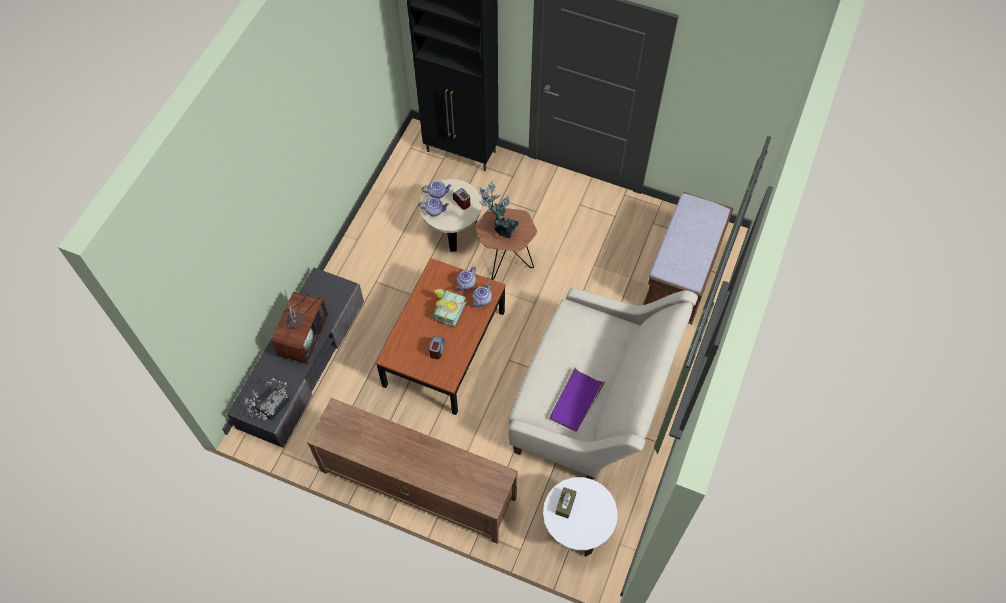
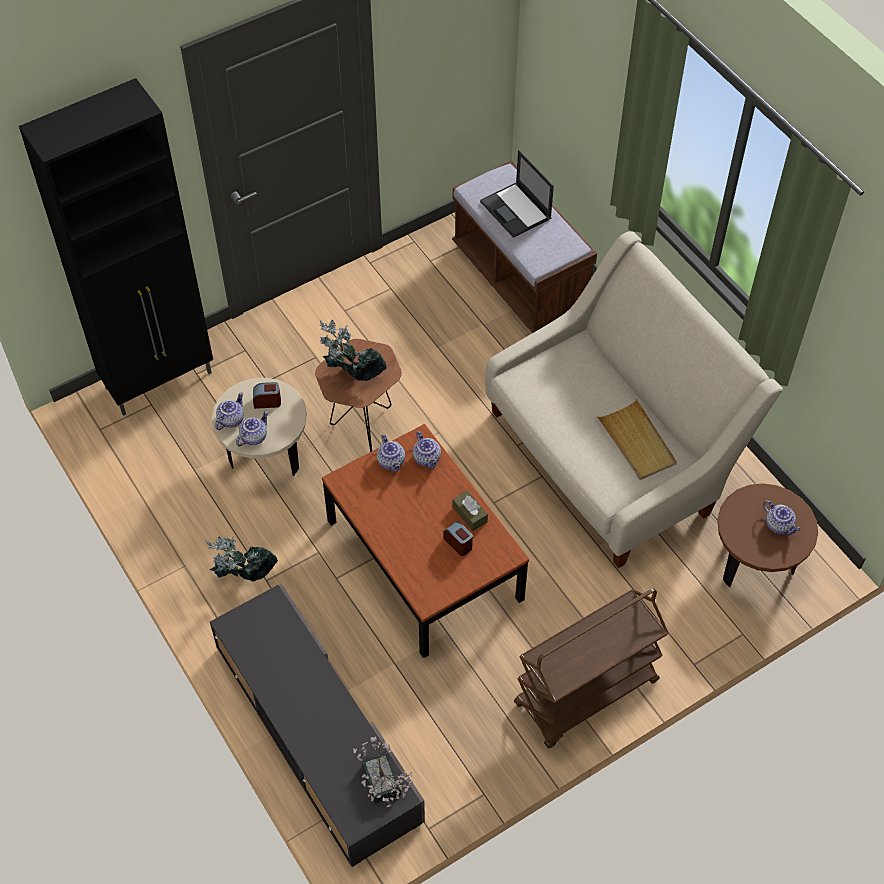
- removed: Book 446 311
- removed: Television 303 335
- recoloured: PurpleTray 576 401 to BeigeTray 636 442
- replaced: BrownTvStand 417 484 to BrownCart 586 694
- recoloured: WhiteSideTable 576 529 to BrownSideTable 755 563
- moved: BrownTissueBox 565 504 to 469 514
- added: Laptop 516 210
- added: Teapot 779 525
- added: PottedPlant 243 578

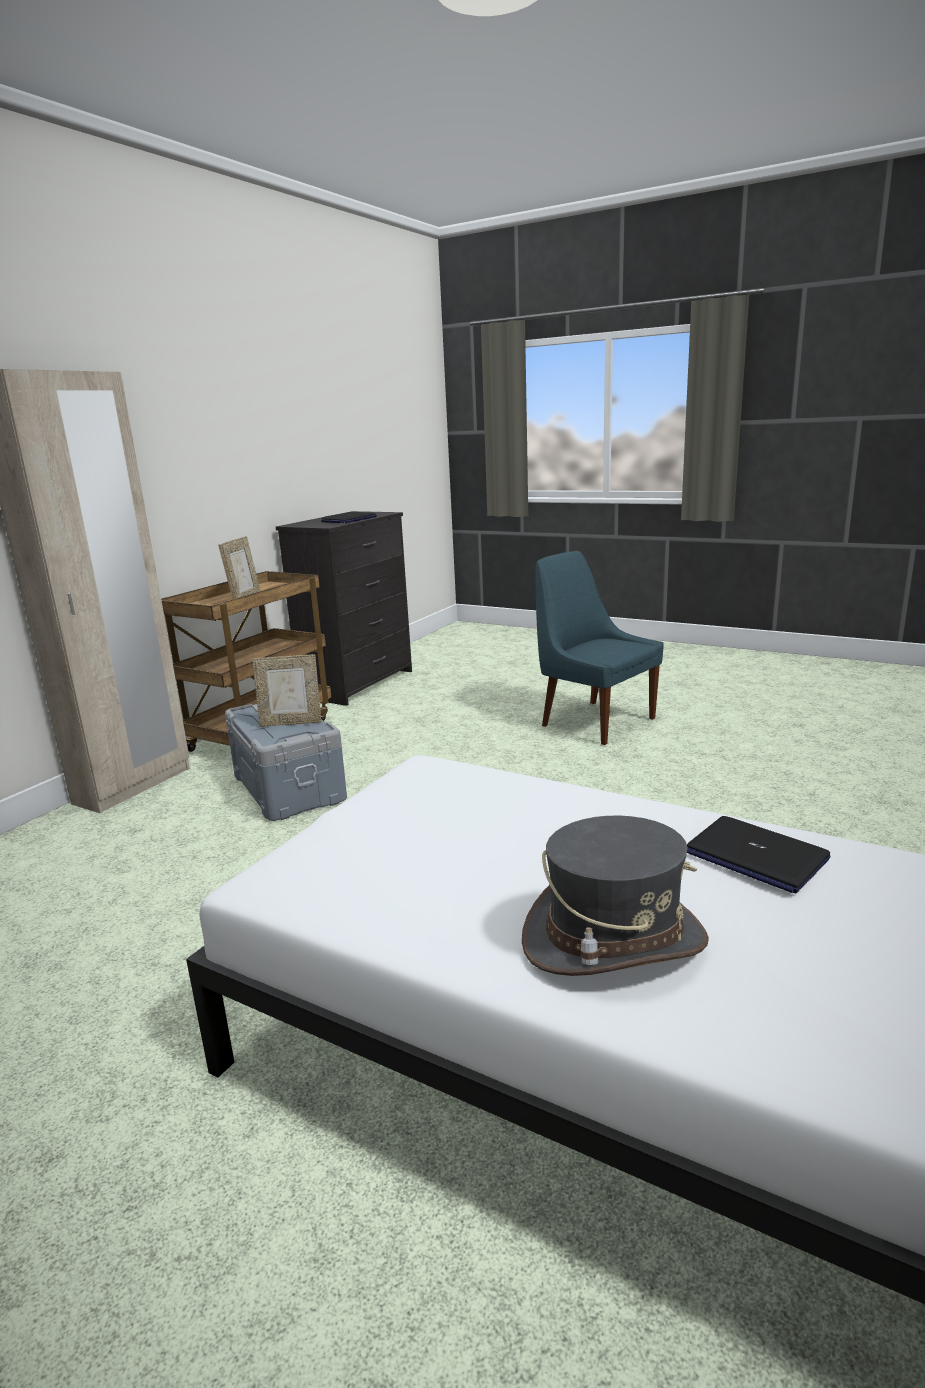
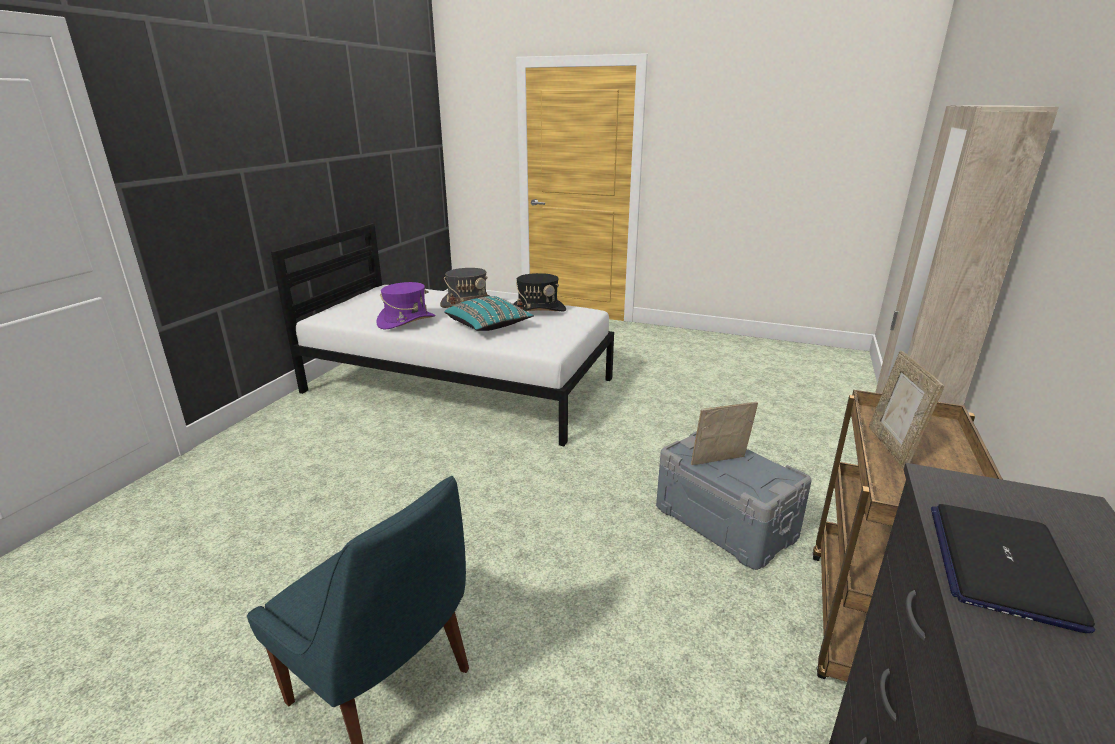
- replaced: Laptop 755 856 to PurpleHat 406 321
- added: BlackHat 538 310
- added: TurquoisePillow 488 327

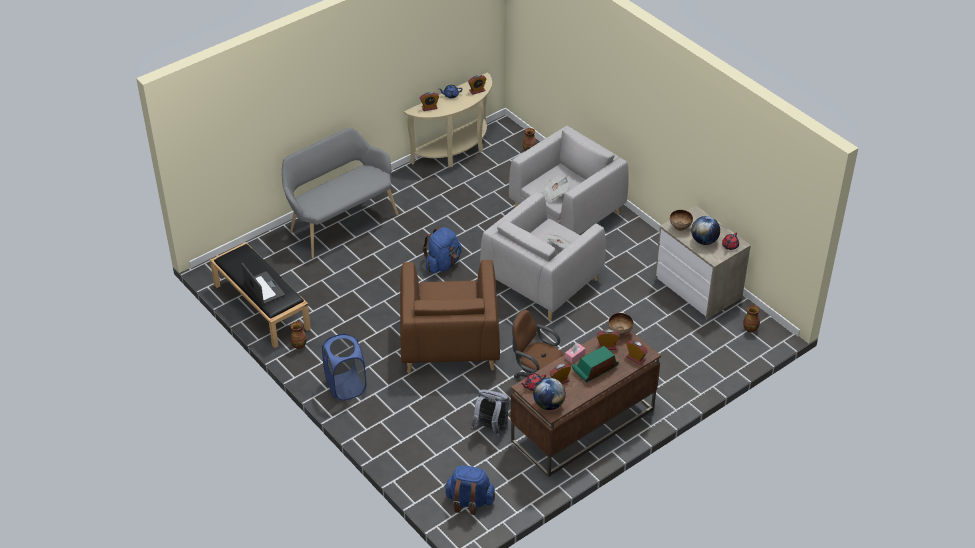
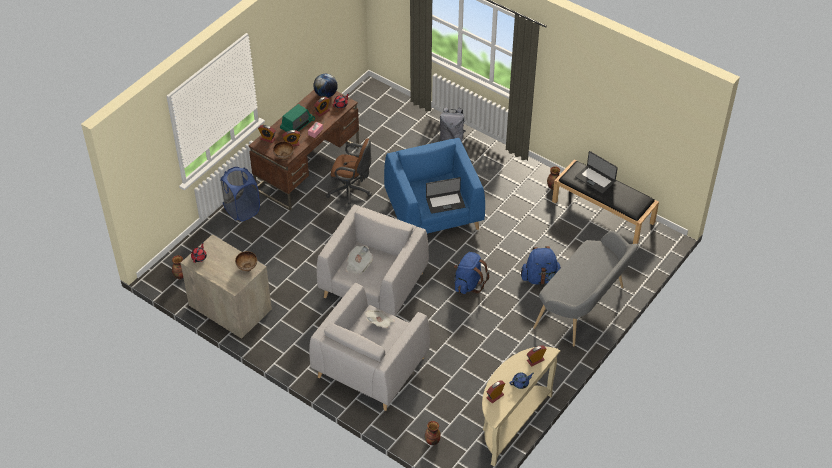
- removed: Globe 704 241
- recoloured: BrownArmchair 449 342 to BlueArmchair 433 213
- moved: BlueLaundryBasket 346 386 to 241 210
- moved: GreyBackpack 491 429 to 451 138
- moved: BlueBackpack 469 501 to 540 278
- added: Laptop 445 202

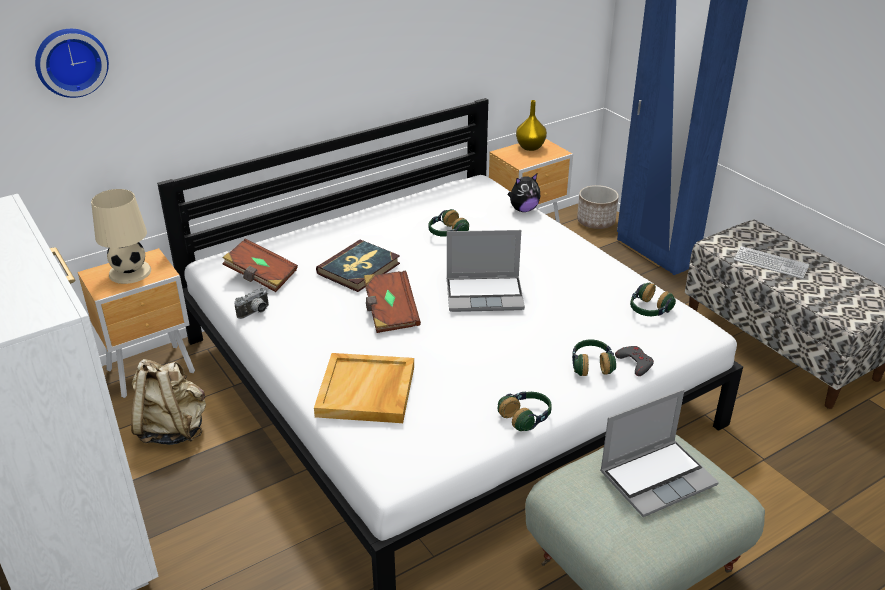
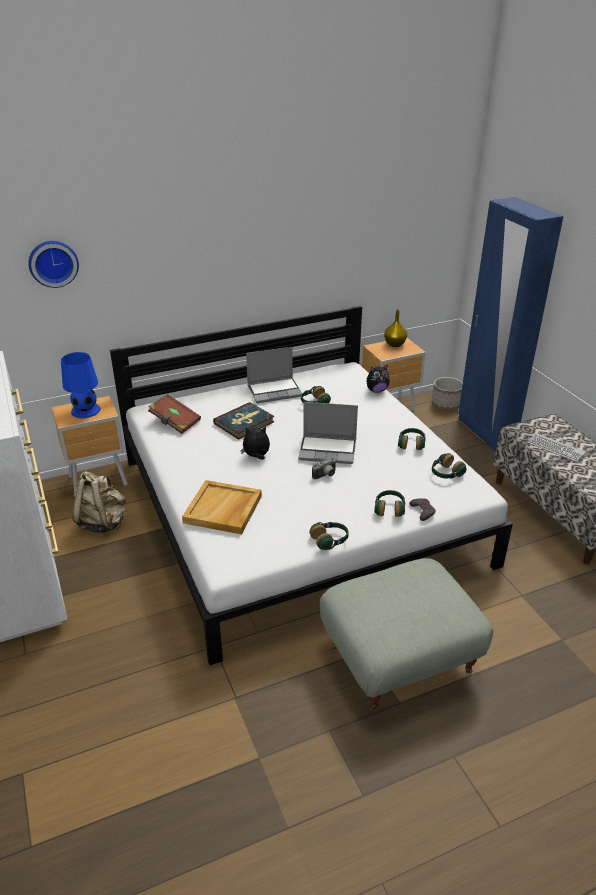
- recoloured: BeigeTableLamp 129 272 to BlueTableLamp 85 410
- replaced: BrownBook 390 313 to PlushToy 256 456
- moved: PhotoCamera 255 313 to 325 476
- moved: Laptop 657 477 to 275 391
- added: Headphones 411 444

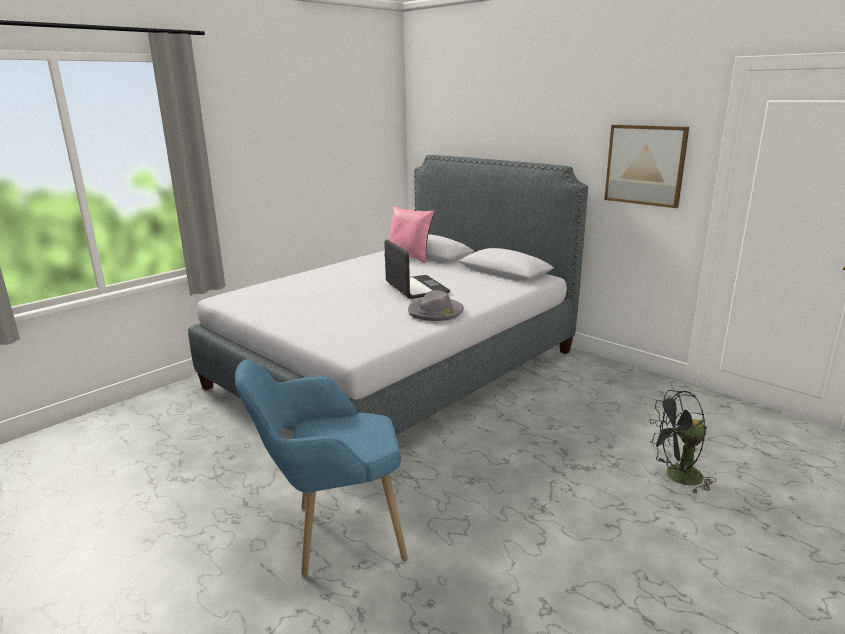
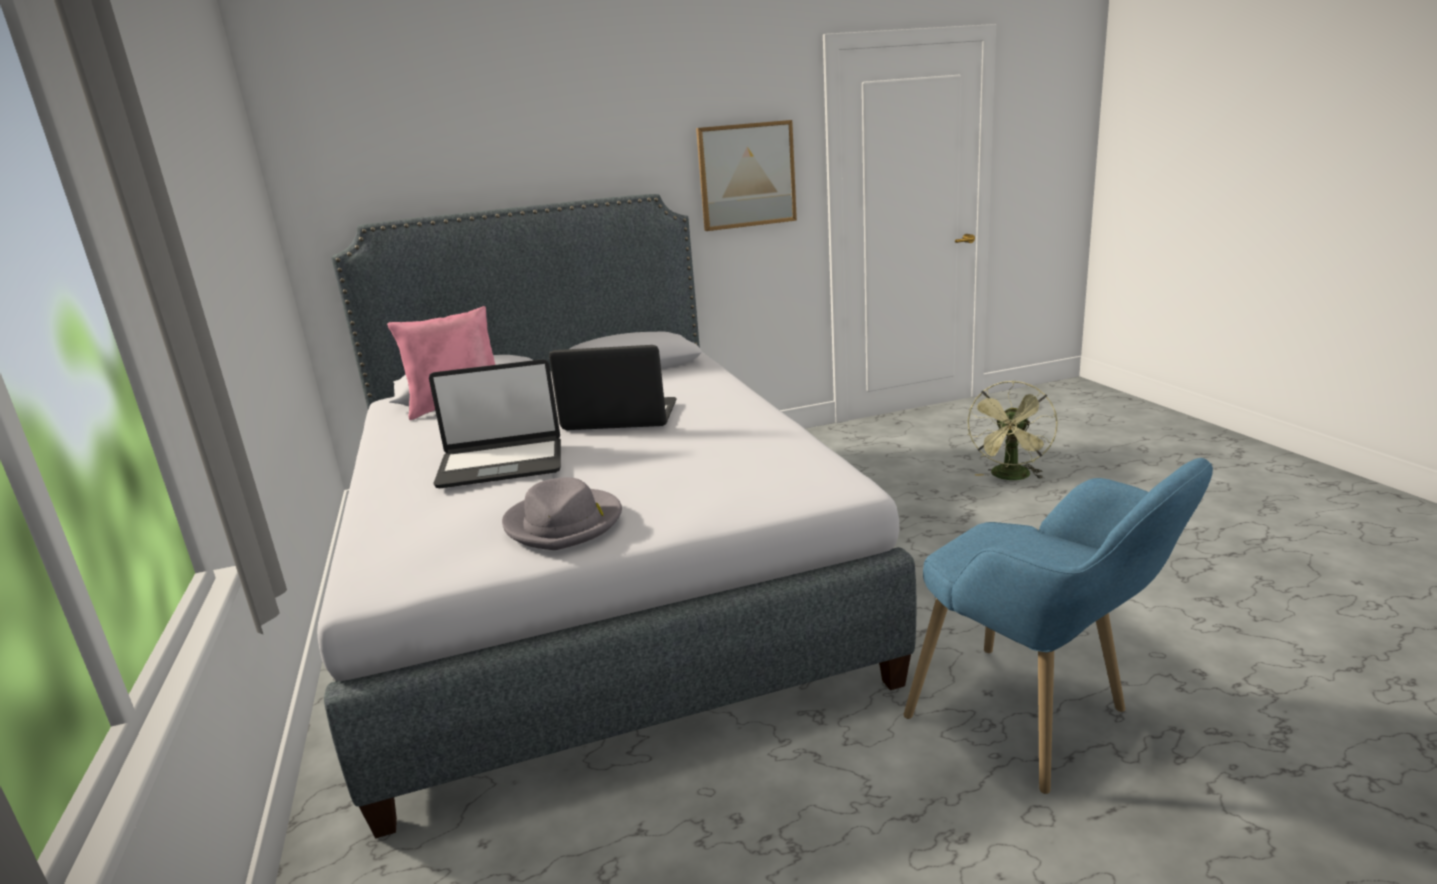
- moved: GreyHat 435 312 to 564 523
- turned: BlueArmchair 333 535 = 1040 727 60 degrees counterclockwise
- recoloured: BlackFan 677 477 to GreenFan 1011 477
- added: Laptop 501 464

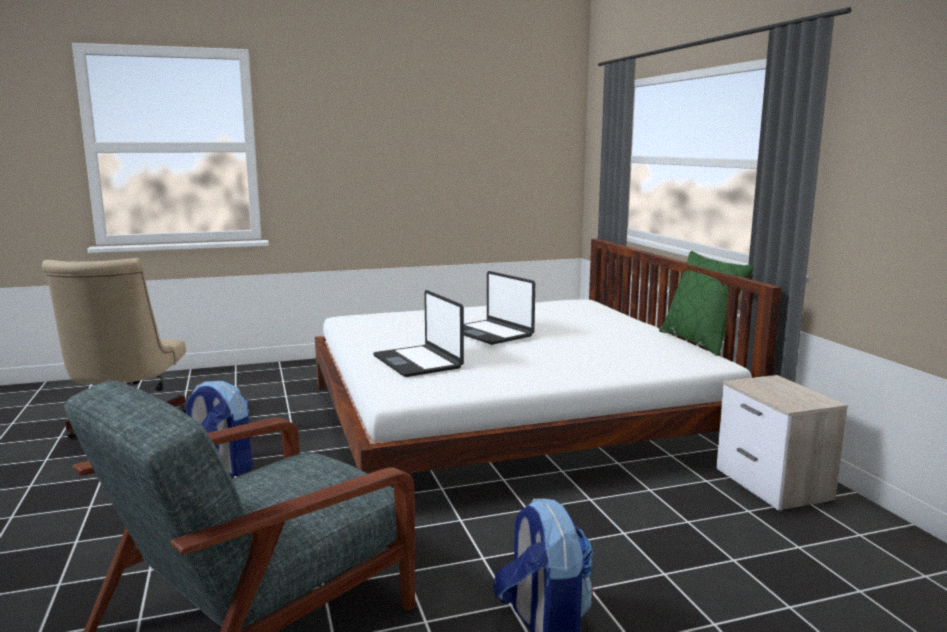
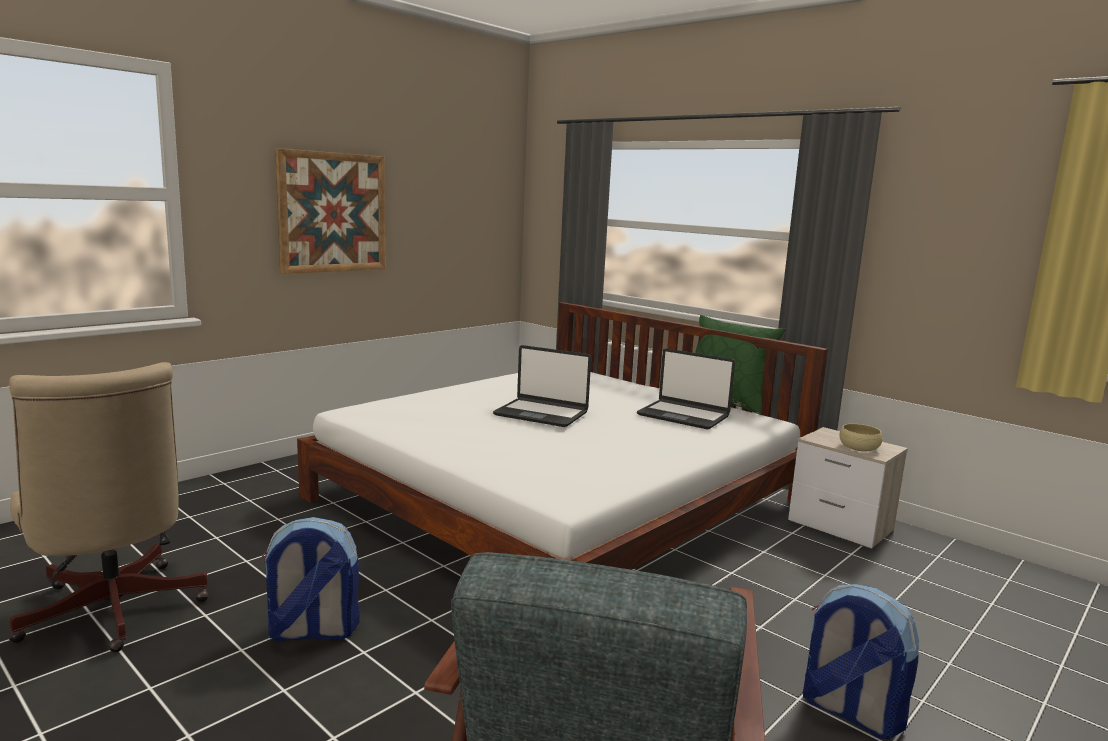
- moved: Laptop 418 362 to 683 415
- added: Picture 332 212
- added: BeigeBowl 858 448

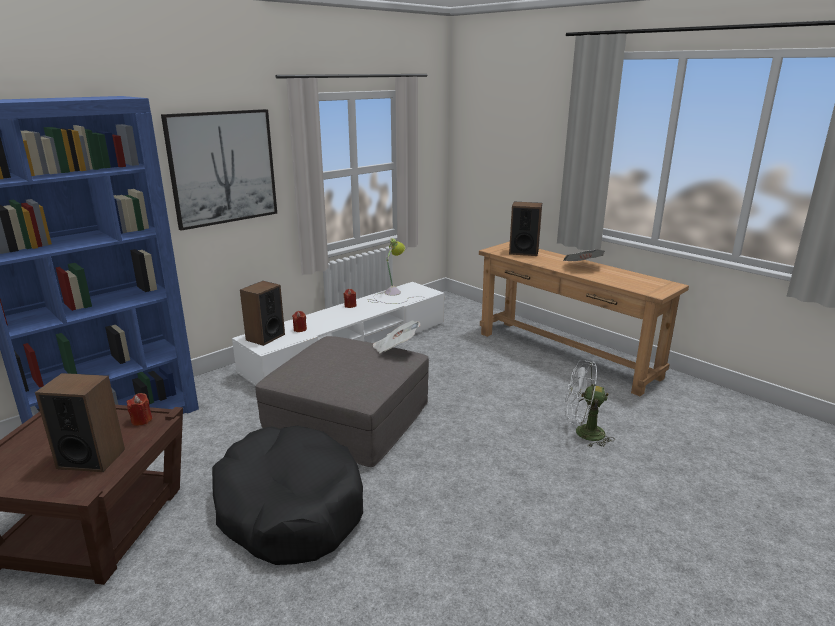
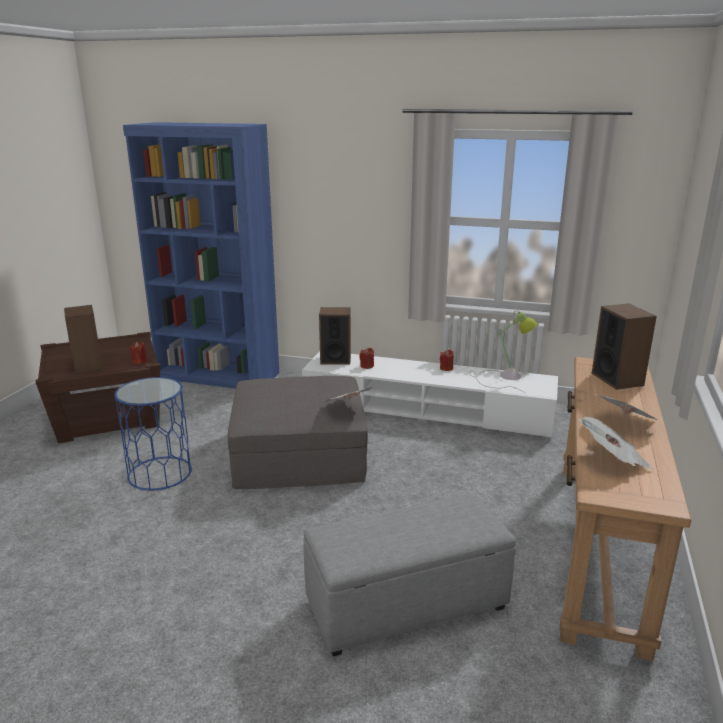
- removed: Picture 223 168
- replaced: WhiteFan 583 433 to GreyOttoman 405 605
- replaced: BlackDogBed 289 508 to BlueSideTable 160 473
- added: Newspaper 613 460

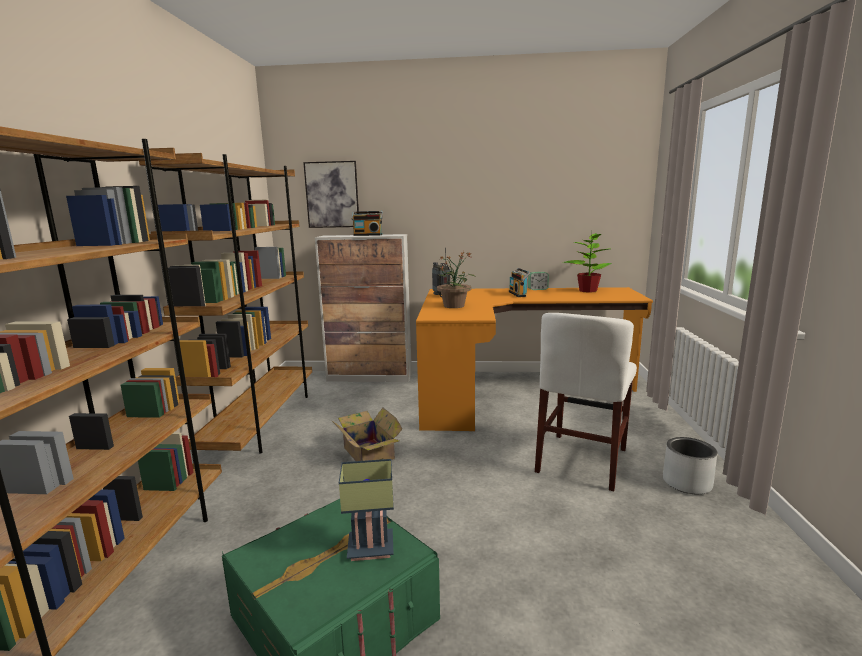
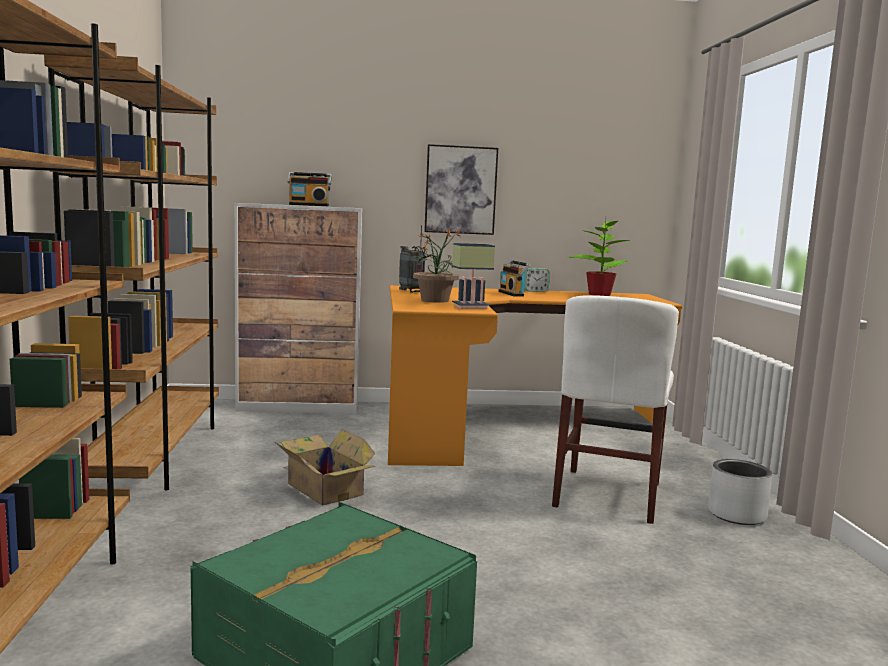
- moved: Picture 332 195 to 460 190
- moved: TableLamp 372 546 to 471 307

